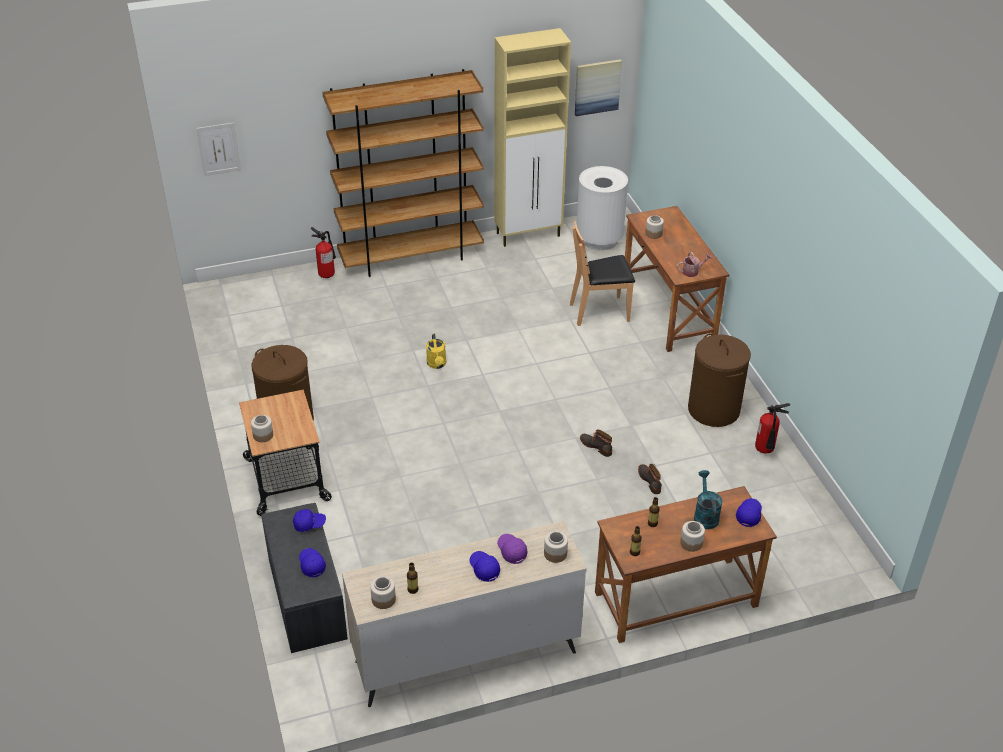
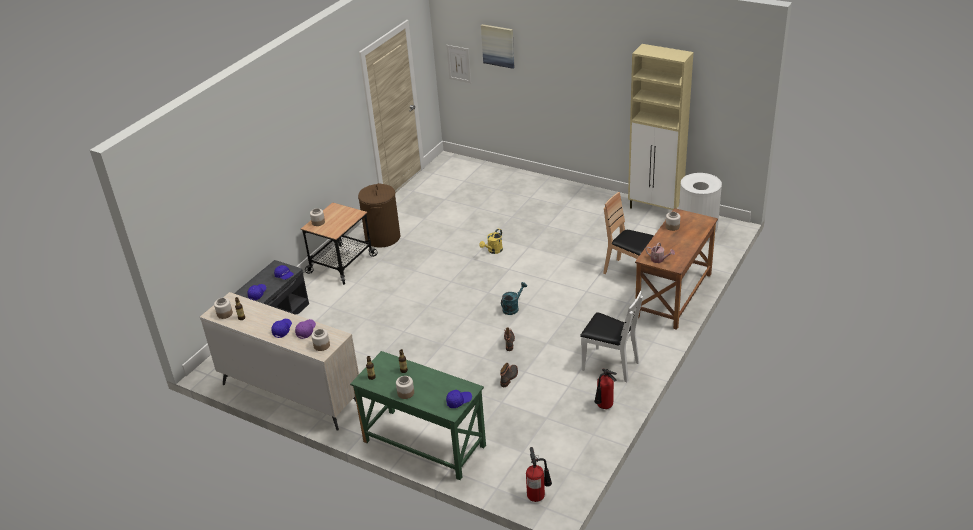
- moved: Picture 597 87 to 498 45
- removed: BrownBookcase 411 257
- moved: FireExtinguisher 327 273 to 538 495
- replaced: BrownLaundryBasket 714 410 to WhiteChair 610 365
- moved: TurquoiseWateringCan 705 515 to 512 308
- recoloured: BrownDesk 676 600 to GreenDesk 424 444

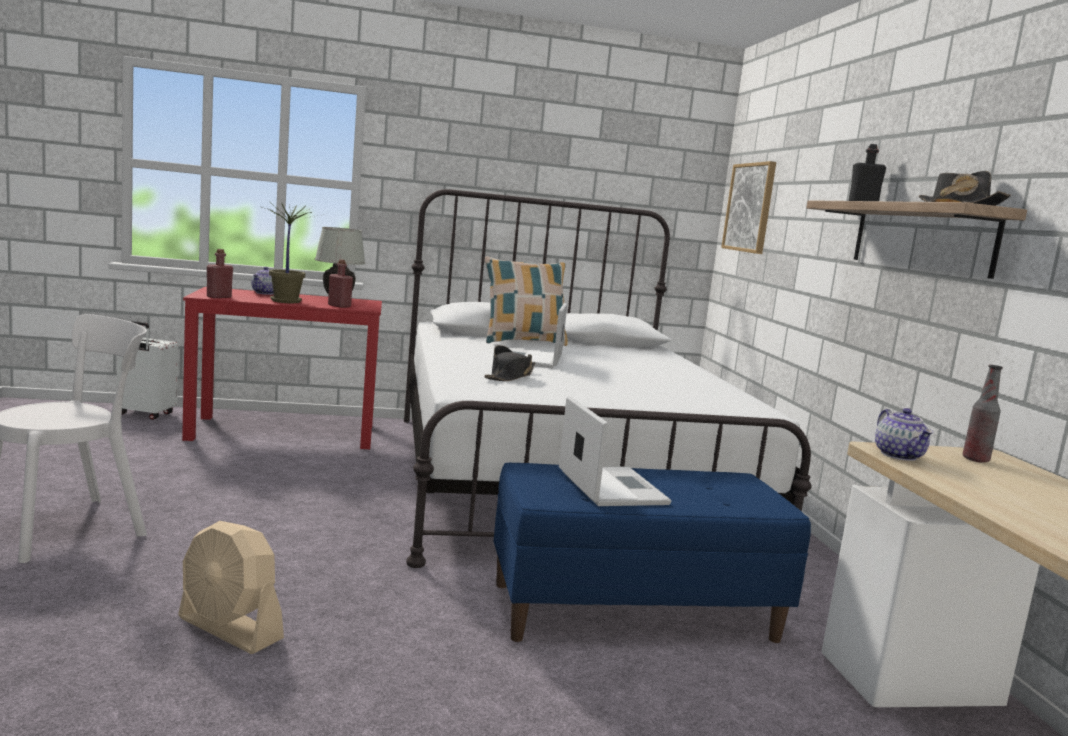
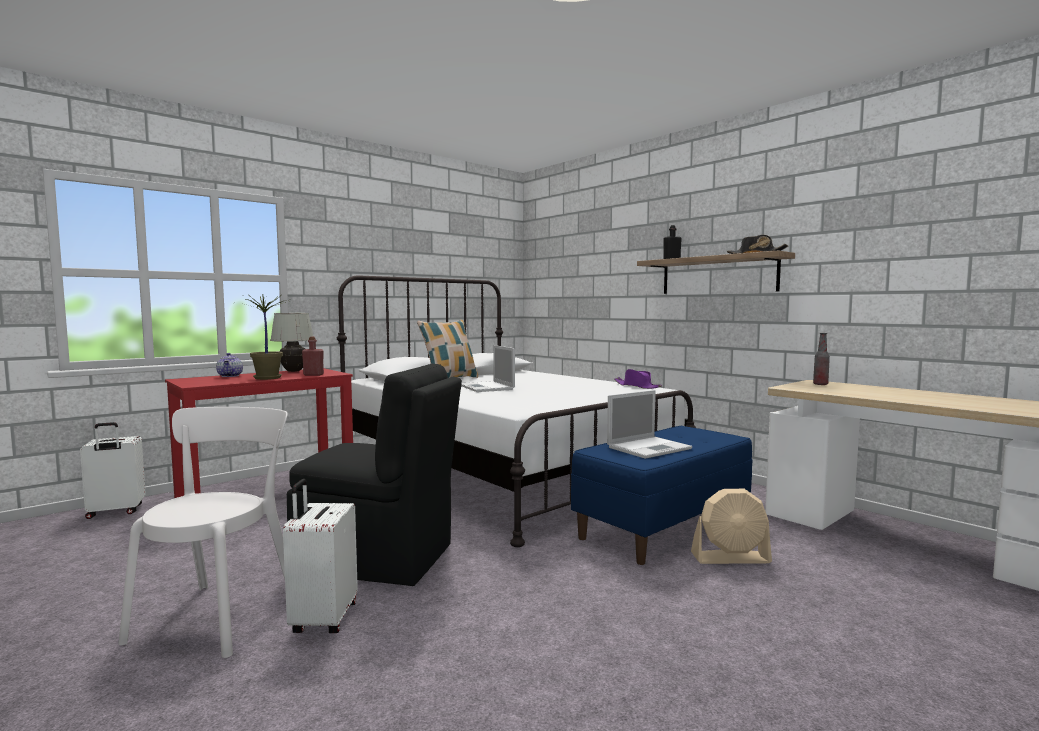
- removed: Picture 750 207
- removed: RedBottle 219 297
- removed: BlackHat 510 376
- turned: Laptop 610 486 = 650 447 105 degrees clockwise
- removed: Teapot 899 456
- moved: BeigeFan 230 629 to 731 558
- added: BlackChair 379 558
- added: PurpleHat 637 386
- added: WhiteSuitcase 323 619

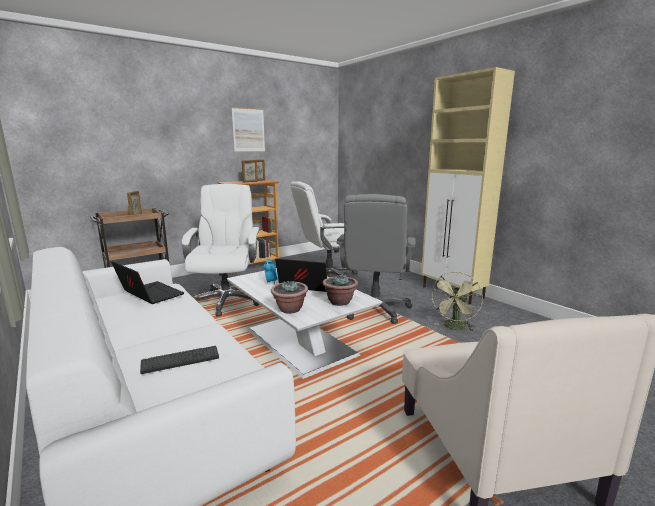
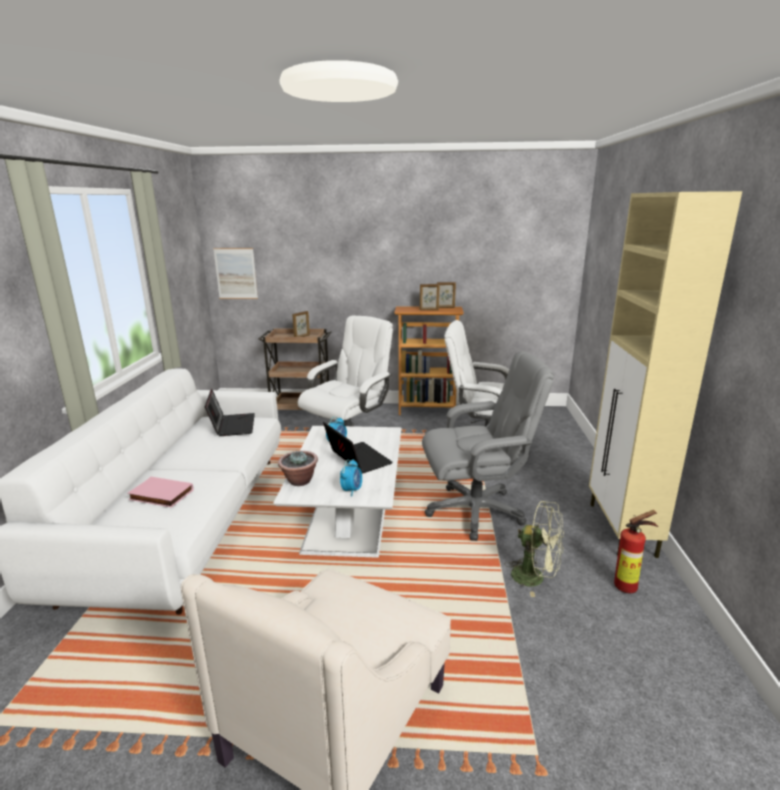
- moved: Picture 248 130 to 236 273
- turned: GreyOfficeChair 374 309 = 476 511 150 degrees counterclockwise
- turned: GreenFan 454 328 = 535 577 135 degrees counterclockwise
- replaced: PottedPlant 339 302 to AlarmClock 352 490
- replaced: Keyboard 180 360 to PinkBook 160 495
- added: FireExtinguisher 629 587

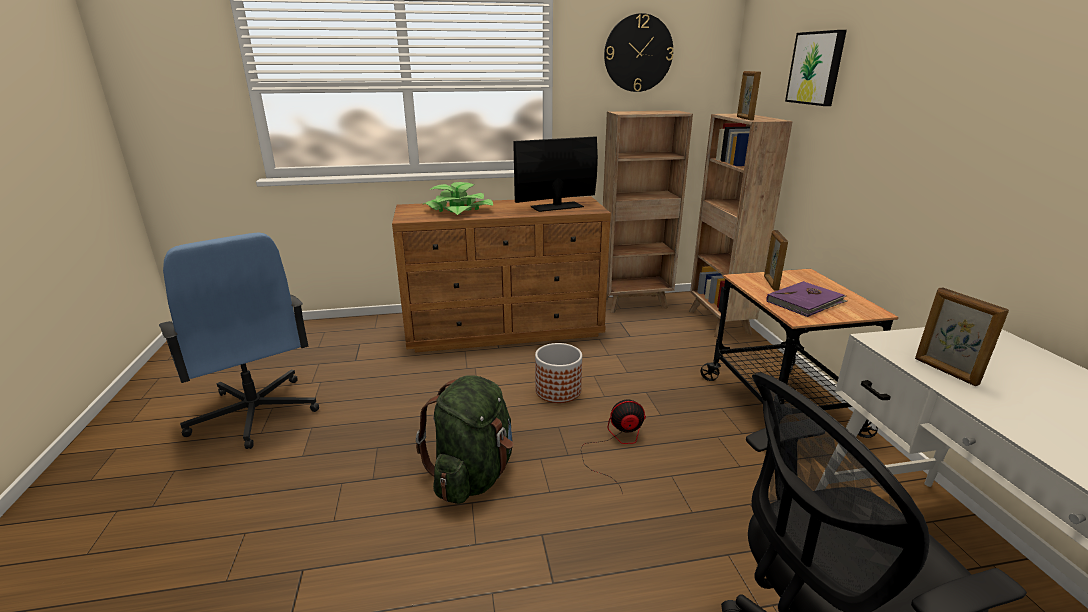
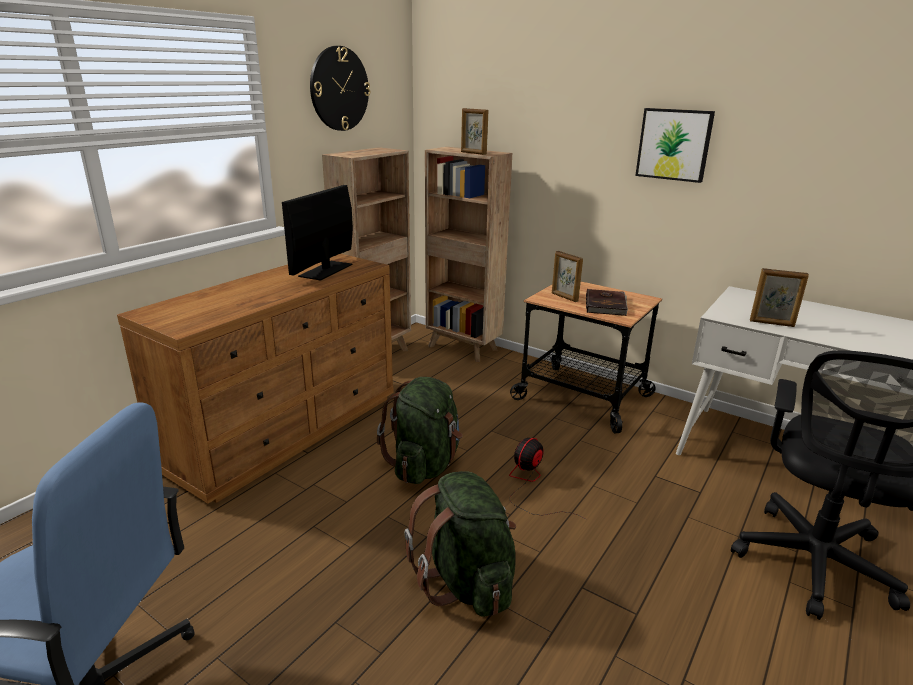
- moved: Picture 816 68 to 674 144
- removed: PottedPlant 458 210
- recoloured: PurpleBook 806 302 to BrownBook 606 305
- replaced: Planter 558 390 to GreenBackpack 424 465

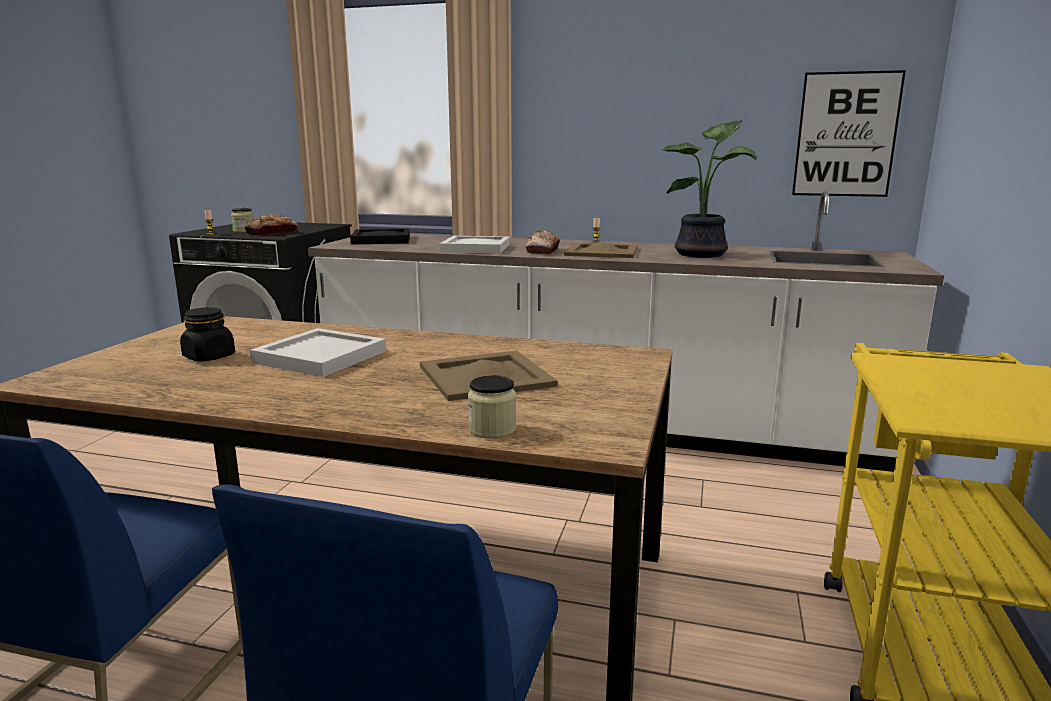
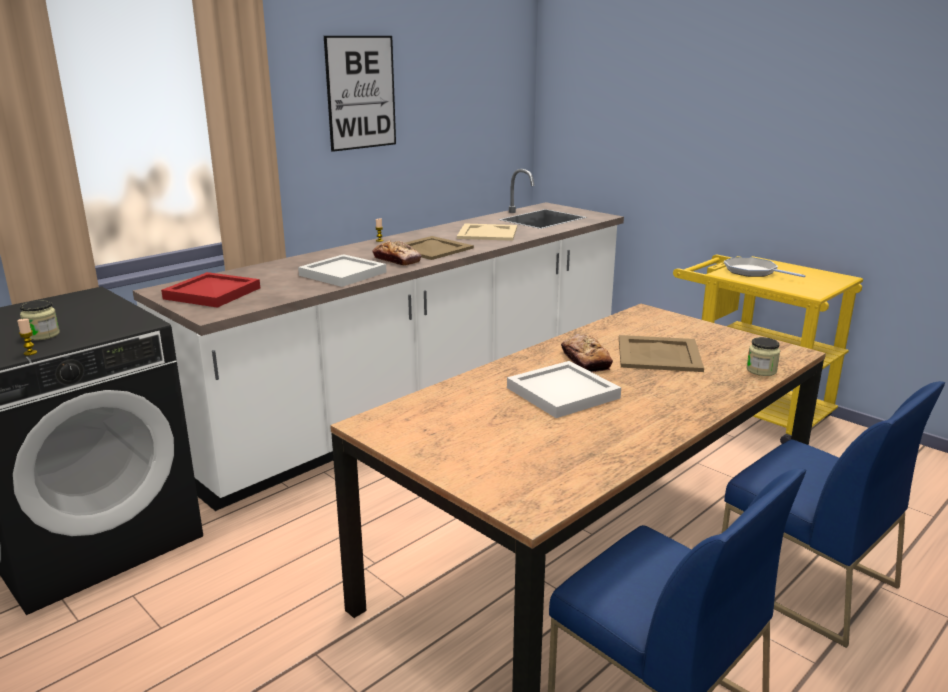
- moved: Picture 846 135 to 361 93
- replaced: PottedPlant 704 254 to BeigeTray 488 233
- moved: Bread 272 233 to 585 360
- recoloured: BlackTray 382 240 to RedTray 212 293
- removed: BlackJar 209 357
- added: FryingPan 753 272

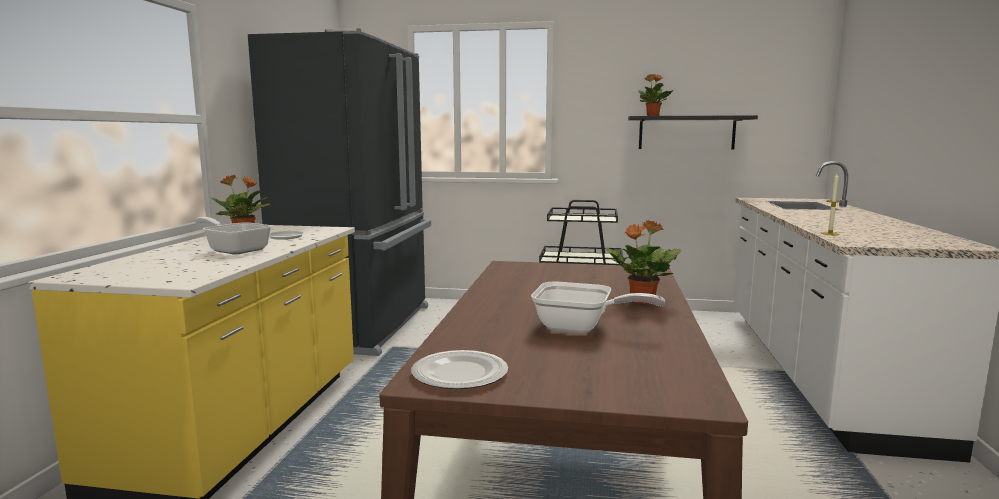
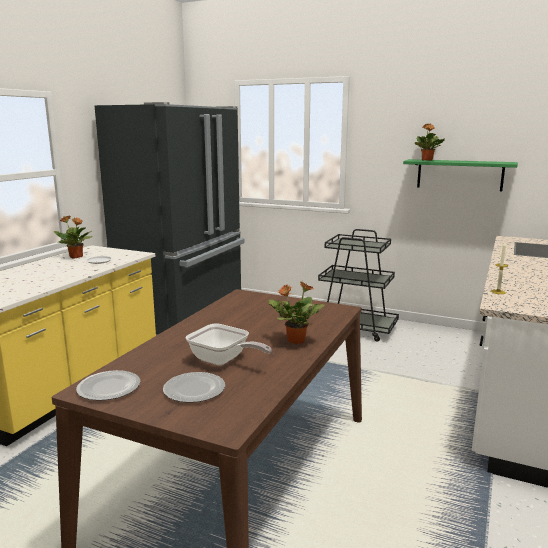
- recoloured: BlackShelf 686 133 to GreenShelf 459 175
- removed: FryingPan 235 250
- added: Plate 194 390

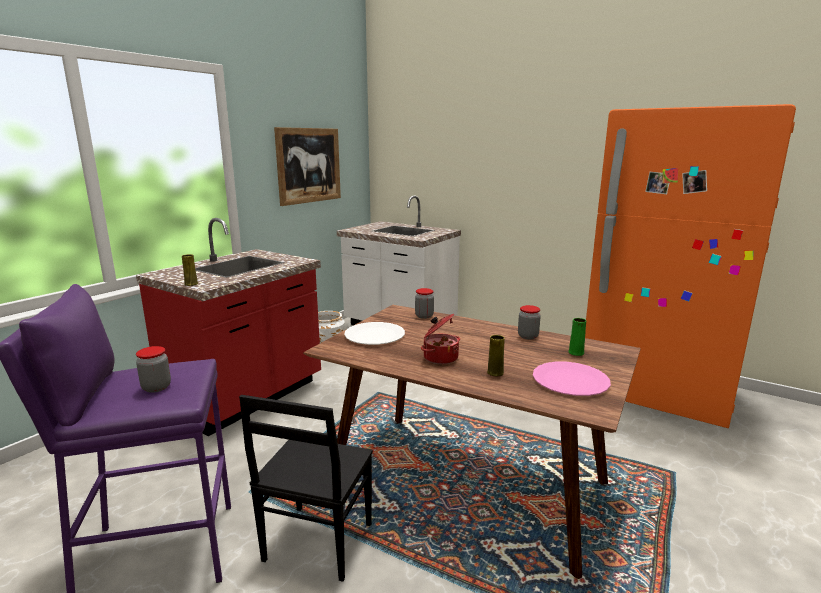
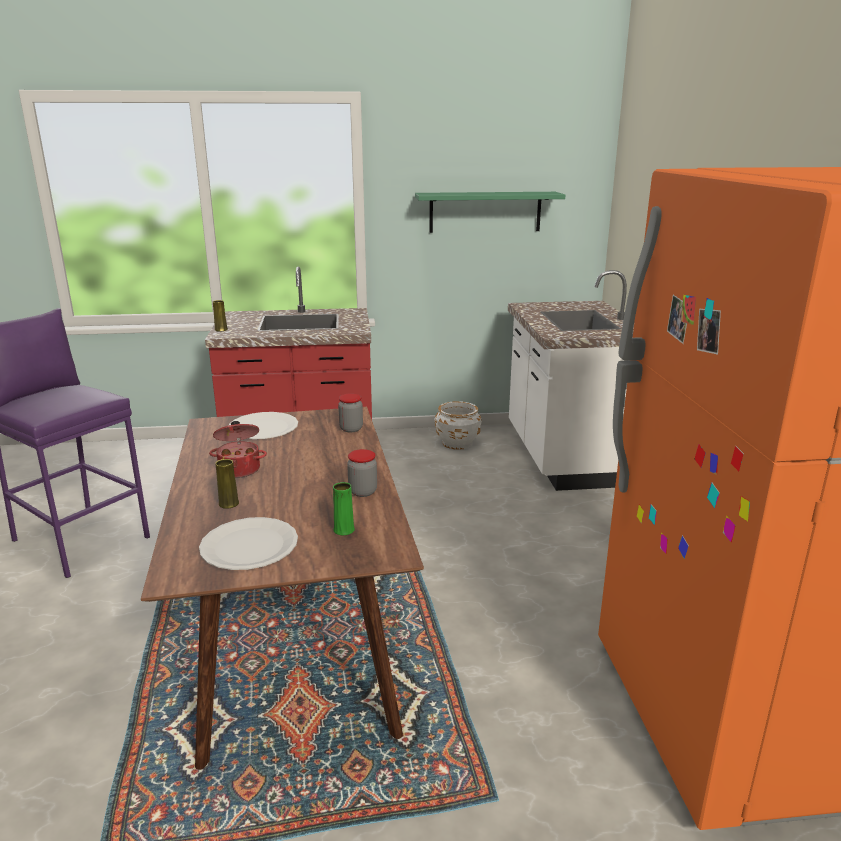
- replaced: Picture 309 165 to GreenShelf 485 212
- removed: Jar 156 387
- recoloured: PinkPlate 570 381 to WhitePlate 249 546
- removed: BlackChair 316 543

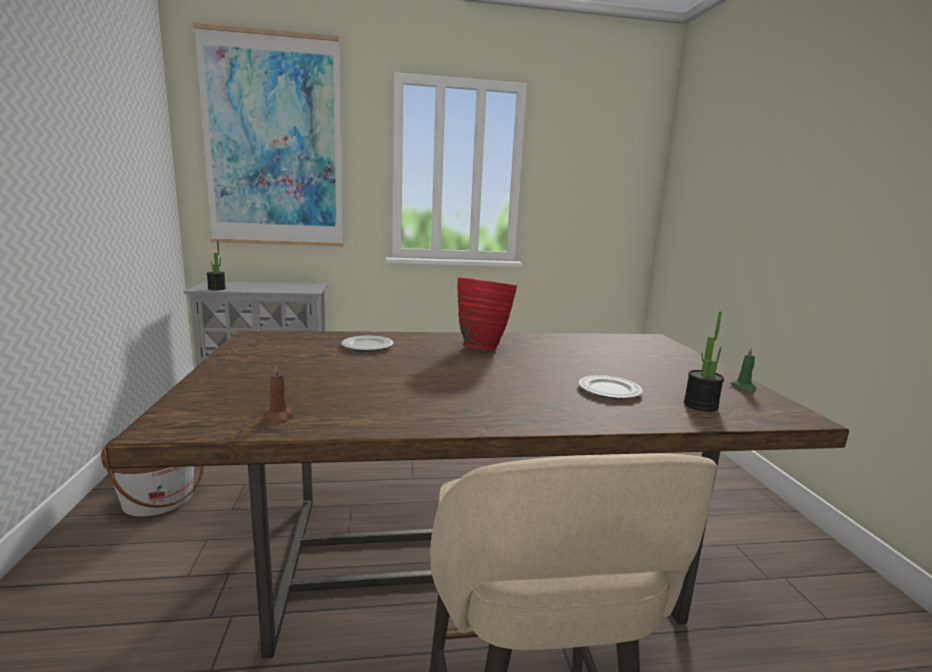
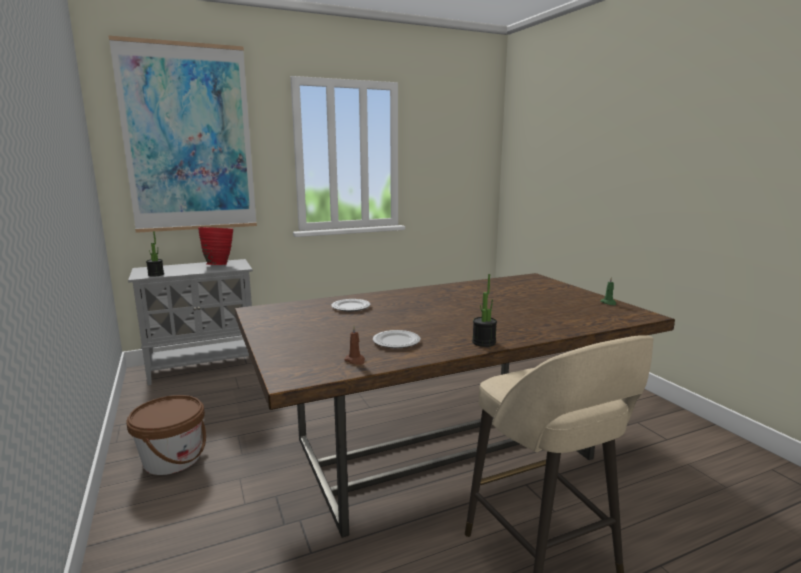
- moved: RedVase 483 347 to 219 264
- moved: PottedPlant 700 405 to 483 342
- moved: Plate 609 391 to 396 342

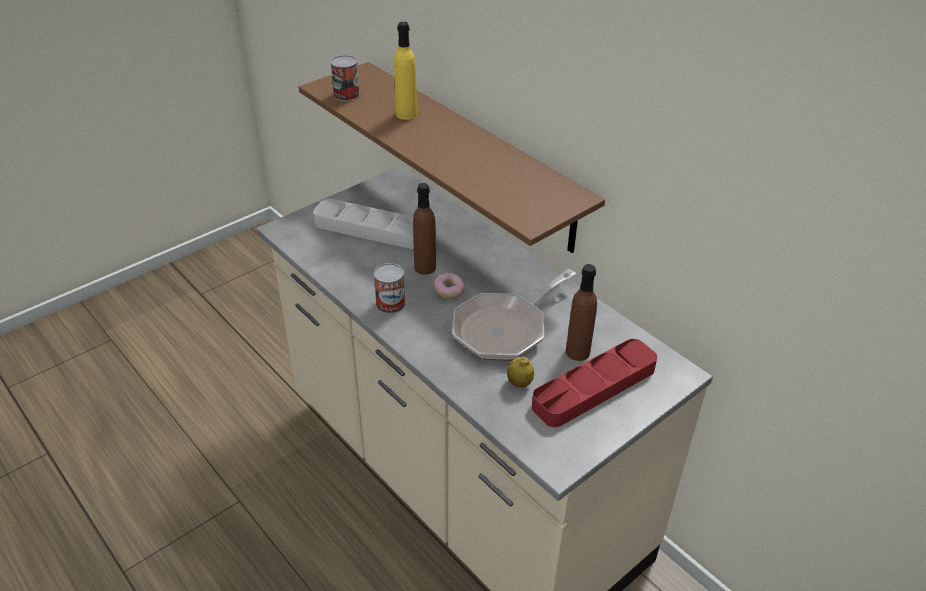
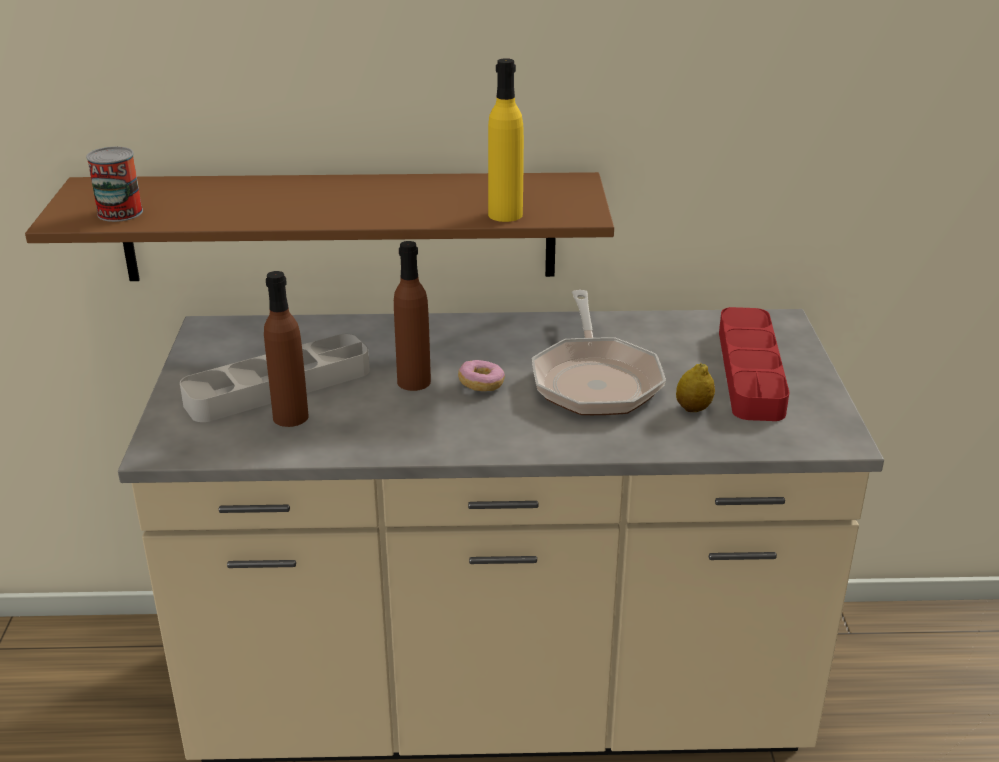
- moved: YellowBottle 406 114 to 505 214
- removed: Can 390 304
- moved: BrownBottle 577 352 to 290 417

